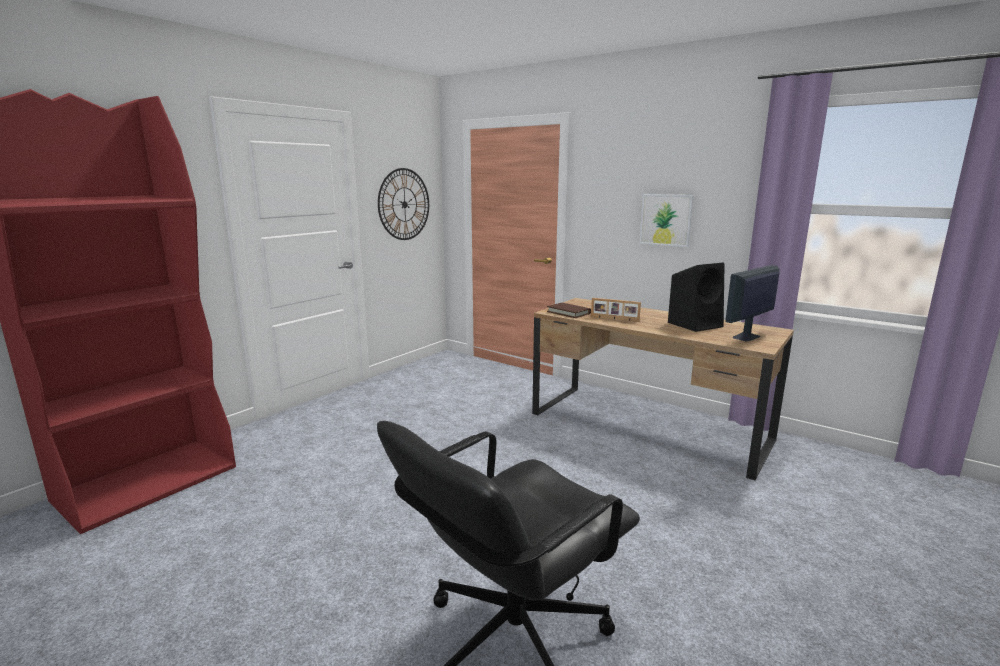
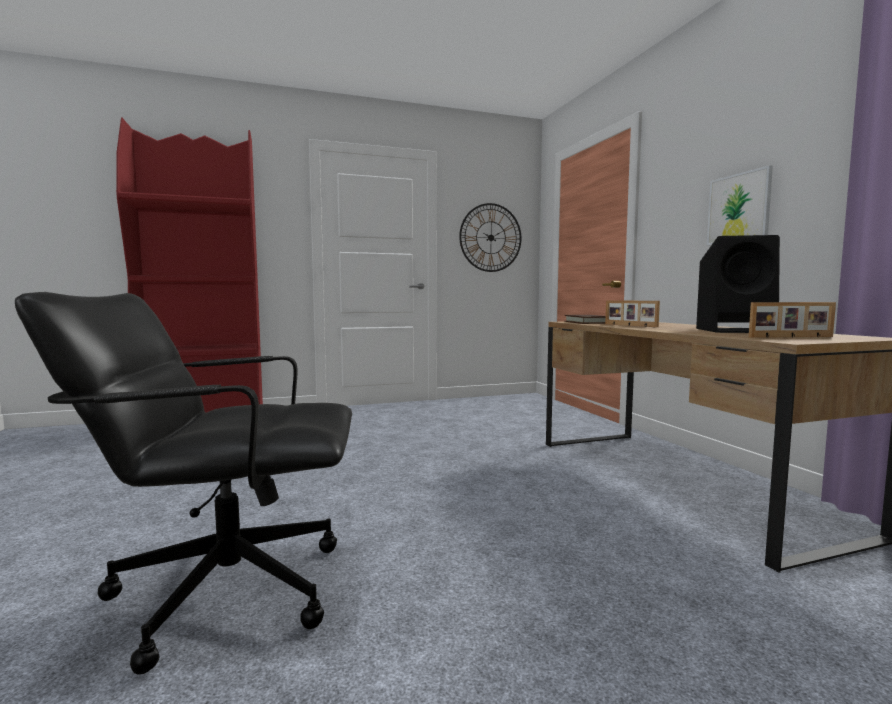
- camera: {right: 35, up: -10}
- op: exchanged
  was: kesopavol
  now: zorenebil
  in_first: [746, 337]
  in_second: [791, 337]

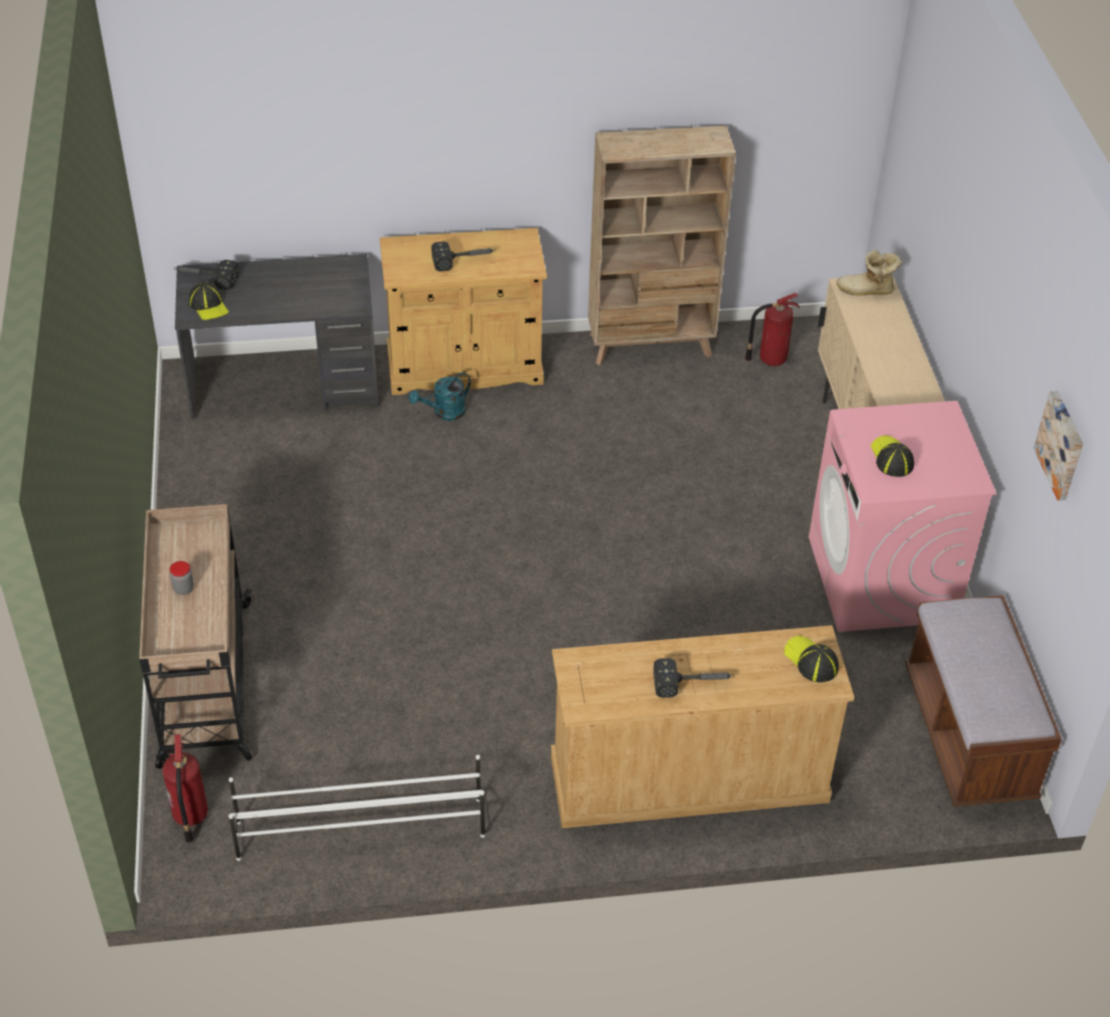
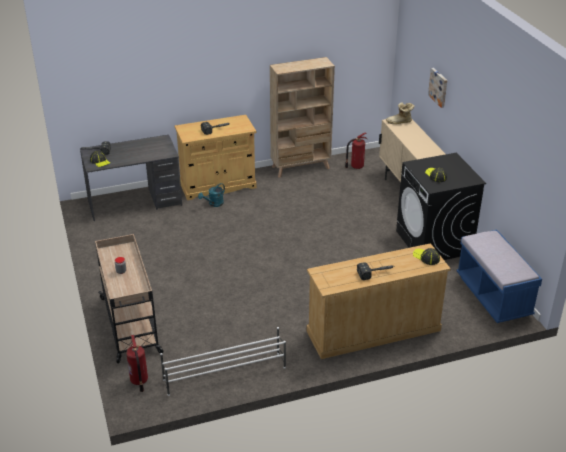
- camera: {right: -10, up: -10}
- op: relocated
  was: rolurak
  in_first: [1062, 445]
  in_second: [439, 87]
- op: colour
  was: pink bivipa
  now: black bivipa
  in_first: [882, 580]
  in_second: [434, 242]
- op: colour
  was: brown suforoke
  now: blue suforoke
  in_first: [968, 736]
  in_second: [493, 296]

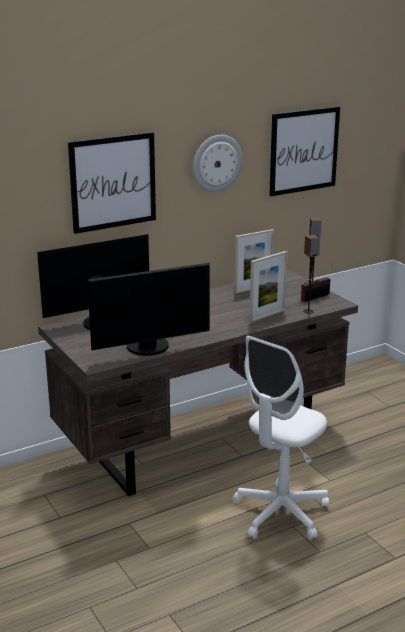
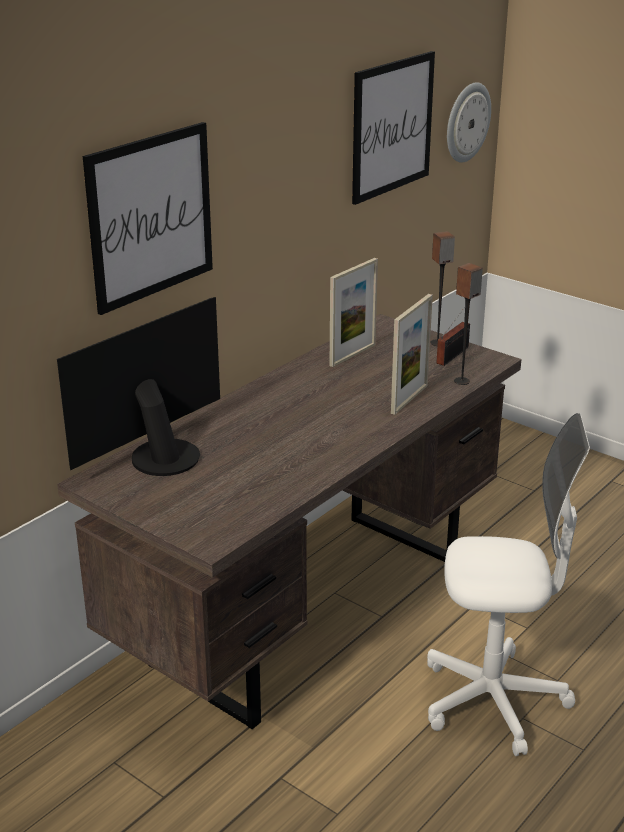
- camera: {right: -20, up: 5}
- op: missing
  was: kesopavol
  in_first: [149, 348]
- op: relocated
  was: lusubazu
  in_first: [216, 163]
  in_second: [466, 122]
- op: spun
  was: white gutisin
  in_first: [280, 513]
  in_second: [493, 701]
  clockwise: -105

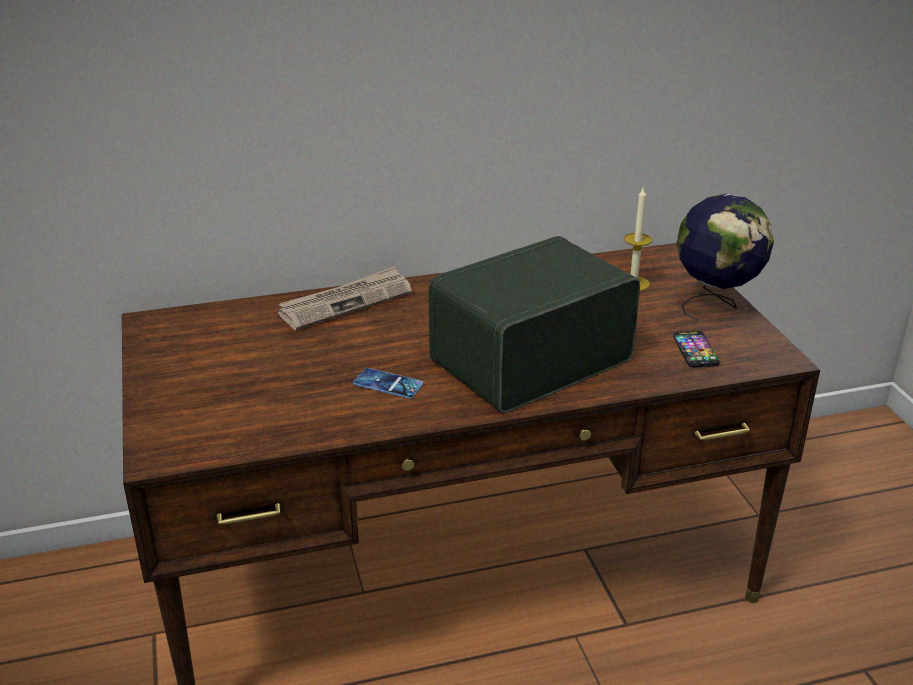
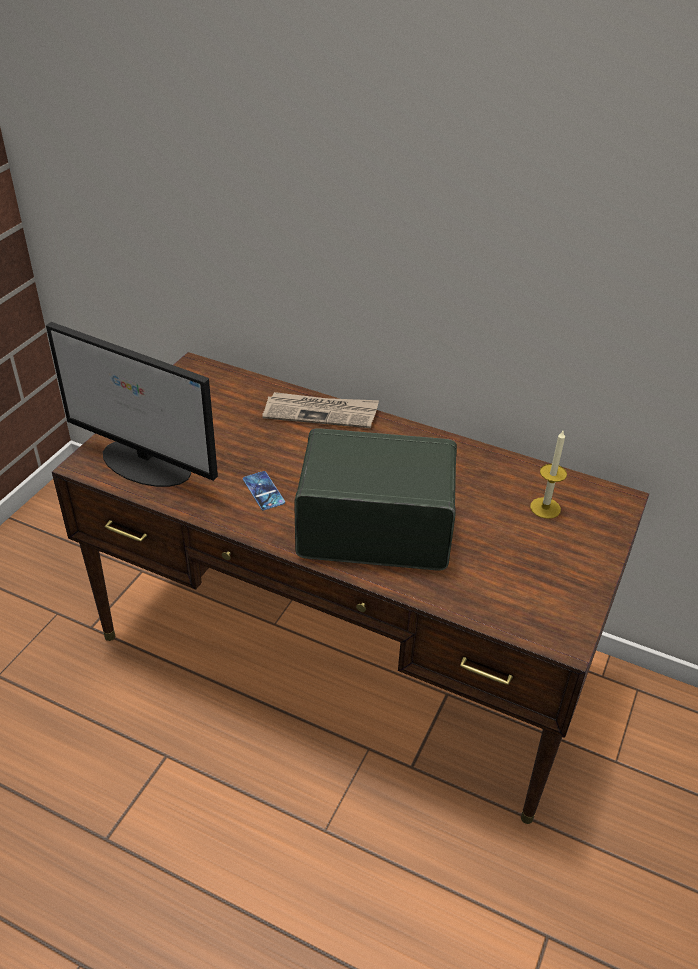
- camera: {right: 40, up: 10}
- op: missing
  was: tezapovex
  in_first: [695, 350]
- op: missing
  was: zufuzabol
  in_first: [715, 305]
- op: appeared
  now: kesopavol
  in_second: [147, 464]

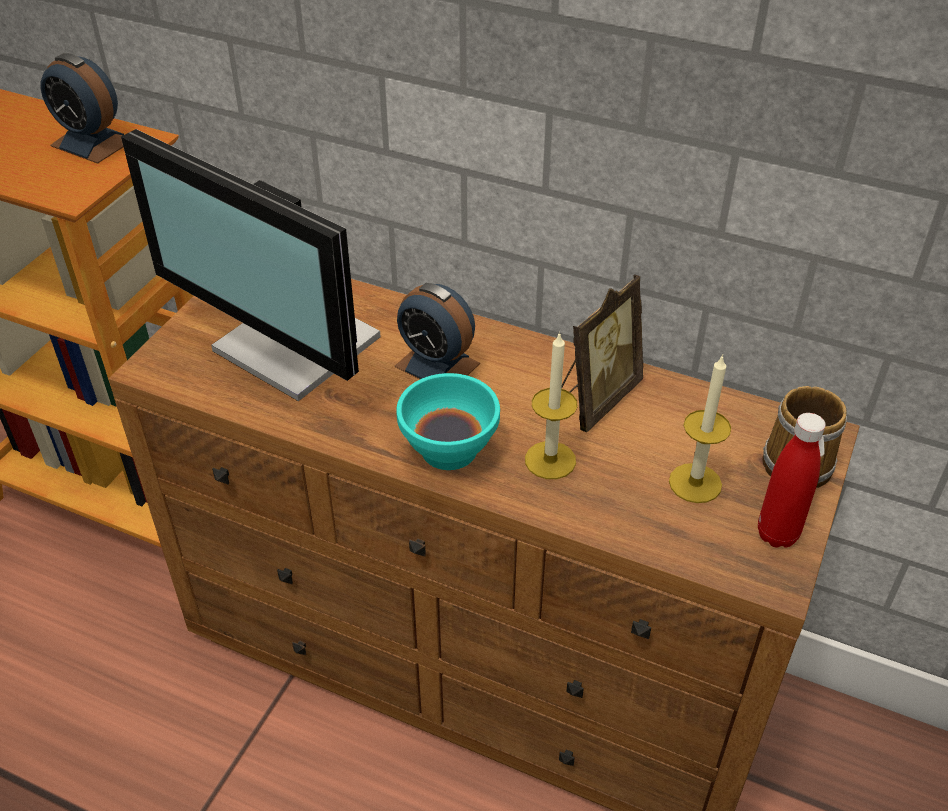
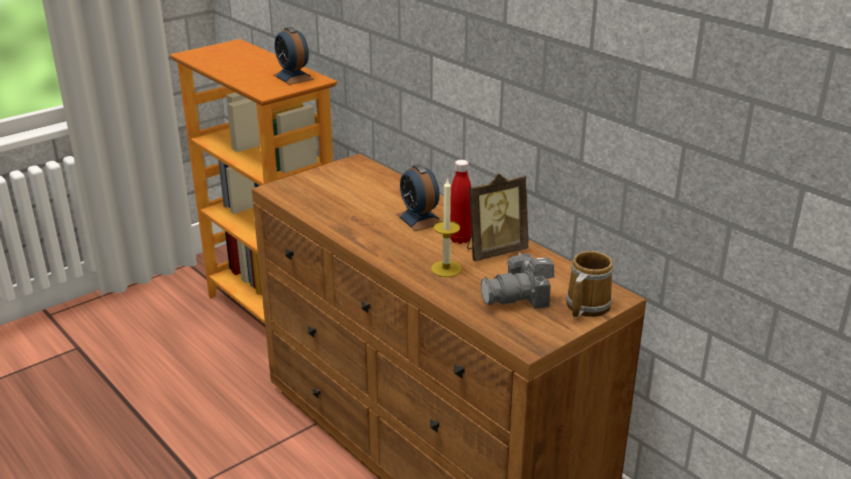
- camera: {right: 25, up: -15}
- op: missing
  was: kesopavol
  in_first: [293, 348]
- op: missing
  was: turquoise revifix
  in_first: [450, 449]
- op: relocated
  was: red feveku
  in_first: [777, 534]
  in_second: [460, 239]
- op: exchanged
  was: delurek
  now: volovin
  in_first: [695, 483]
  in_second: [519, 297]

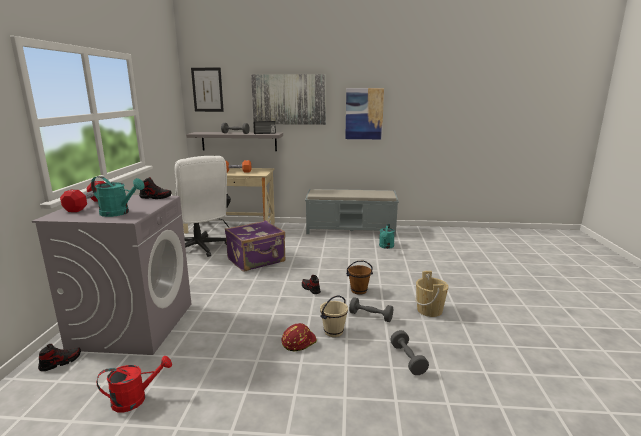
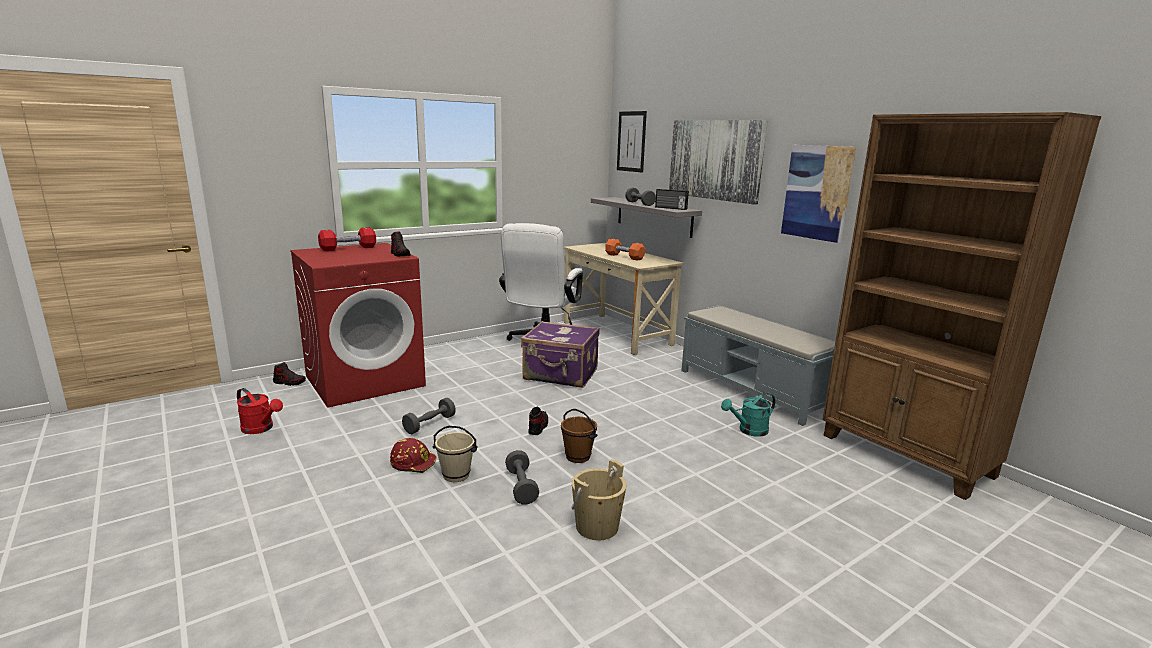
- camera: {right: 50, up: 0}
- op: missing
  was: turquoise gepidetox
  in_first: [119, 213]
- op: appeared
  now: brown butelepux
  in_second: [906, 456]
- op: relocated
  was: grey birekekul
  in_first: [408, 359]
  in_second: [429, 424]
- op: colour
  was: grey bivipa
  now: red bivipa
  in_first: [133, 325]
  in_second: [365, 380]

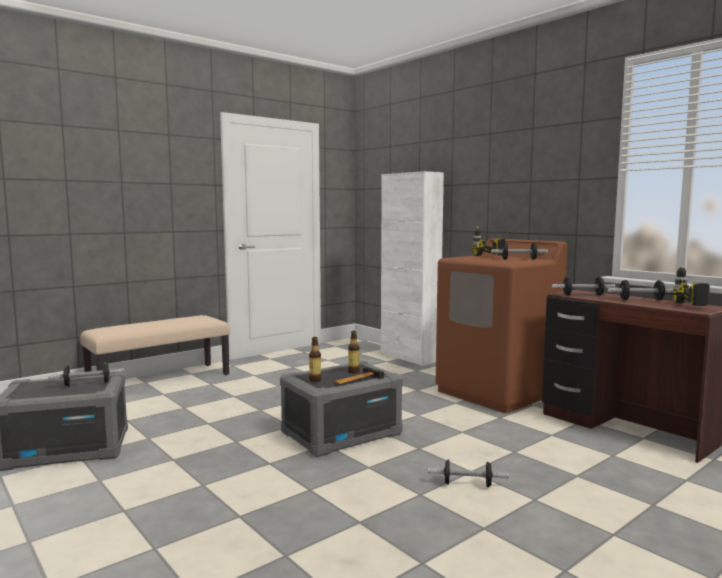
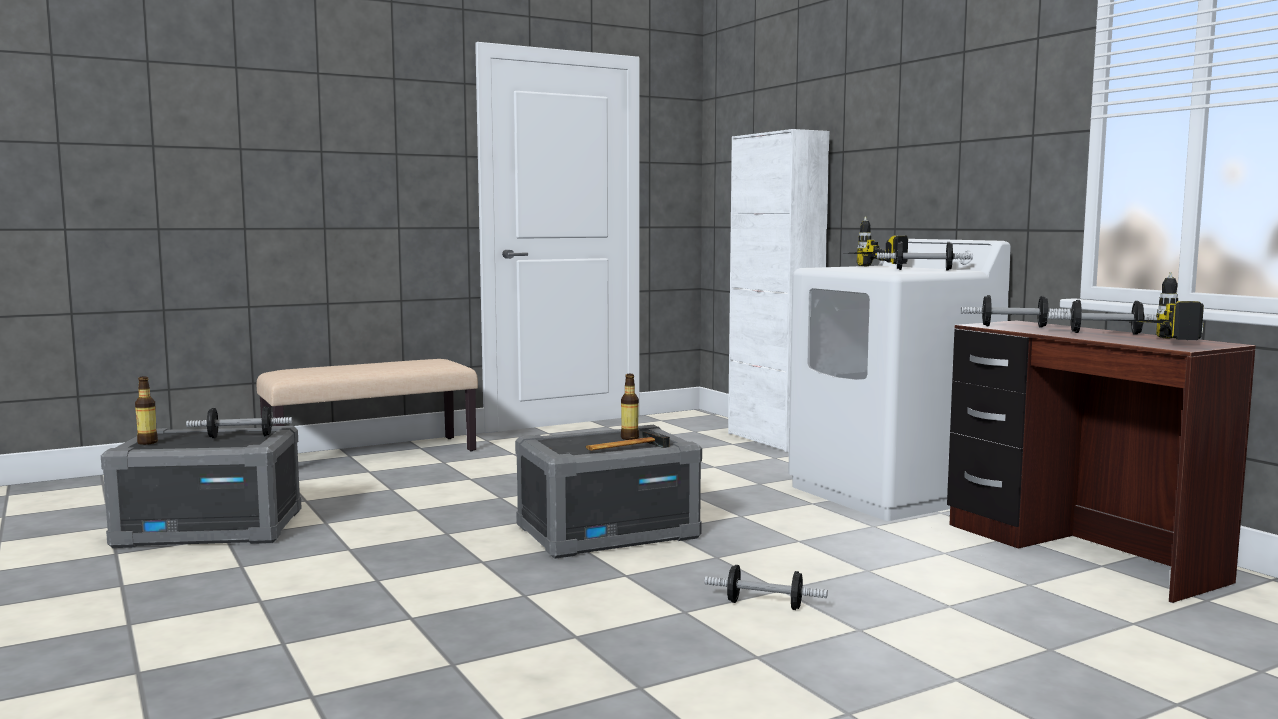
- camera: {right: 10, up: 0}
- op: relocated
  was: feveku
  in_first: [315, 380]
  in_second: [147, 442]
- op: colour
  was: brown bivipa
  now: white bivipa
  in_first: [497, 392]
  in_second: [891, 493]

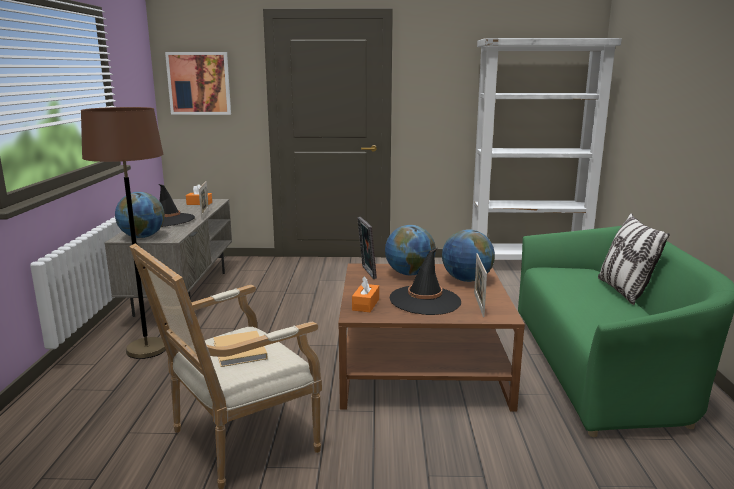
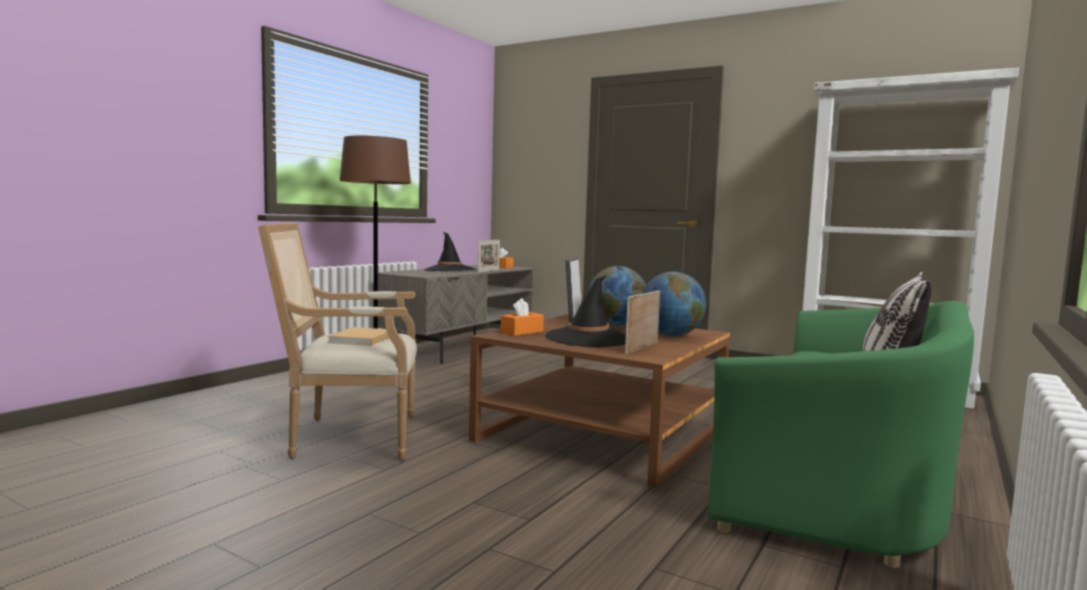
- camera: {right: 30, up: -10}
- op: missing
  was: zufuzabol
  in_first: [142, 237]
- op: missing
  was: rolurak
  in_first: [199, 83]

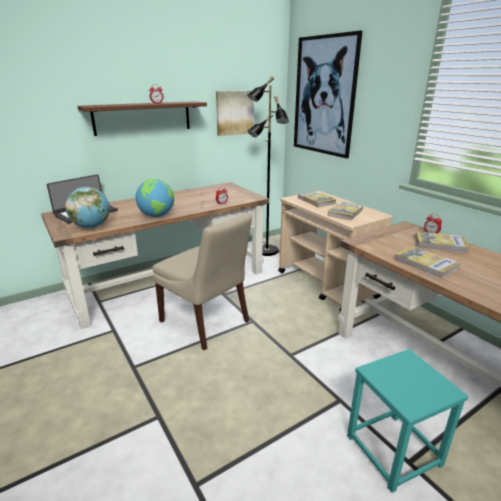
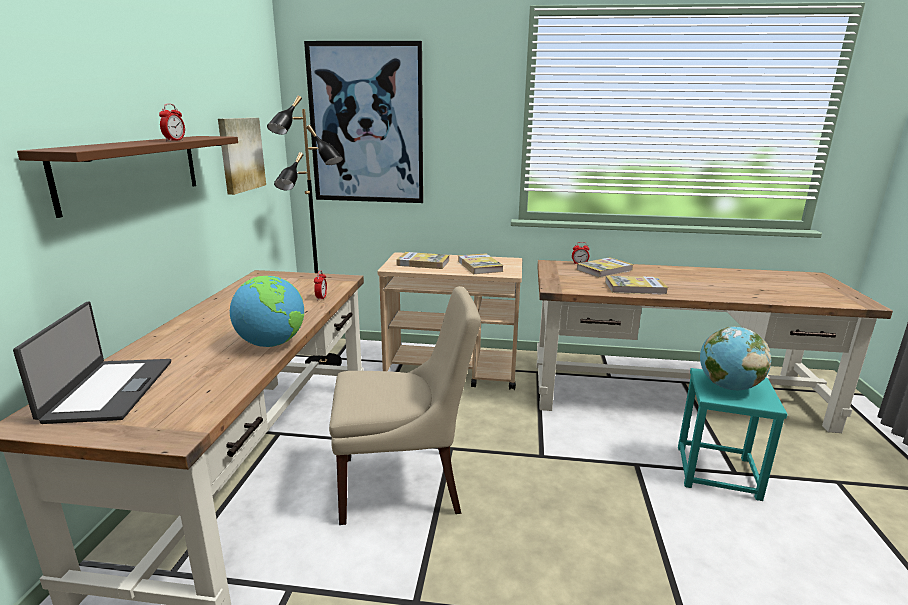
- camera: {right: -50, up: -5}
- op: relocated
  was: zufuzabol
  in_first: [91, 227]
  in_second: [728, 387]

